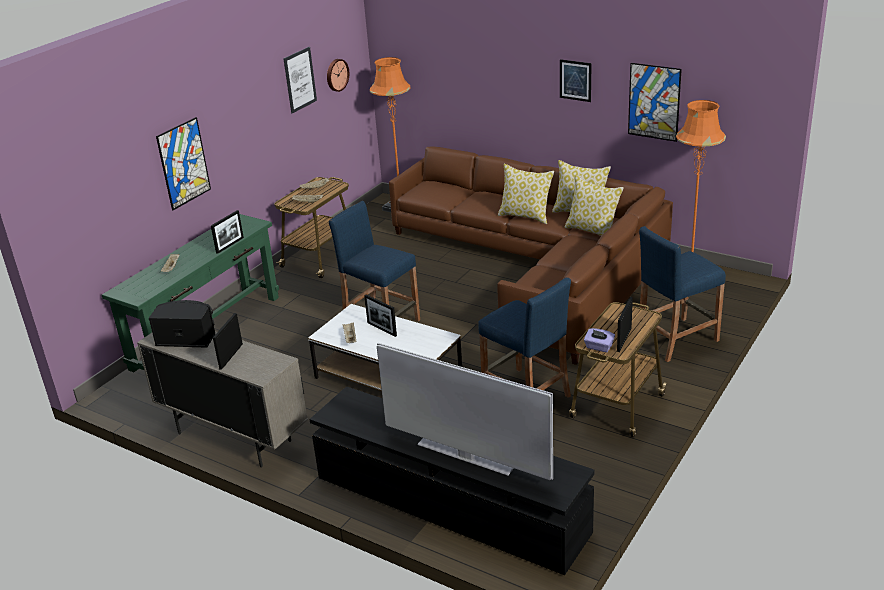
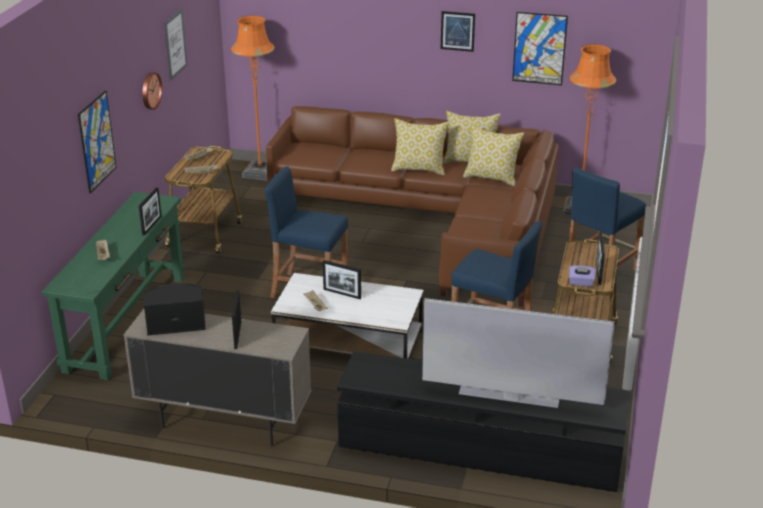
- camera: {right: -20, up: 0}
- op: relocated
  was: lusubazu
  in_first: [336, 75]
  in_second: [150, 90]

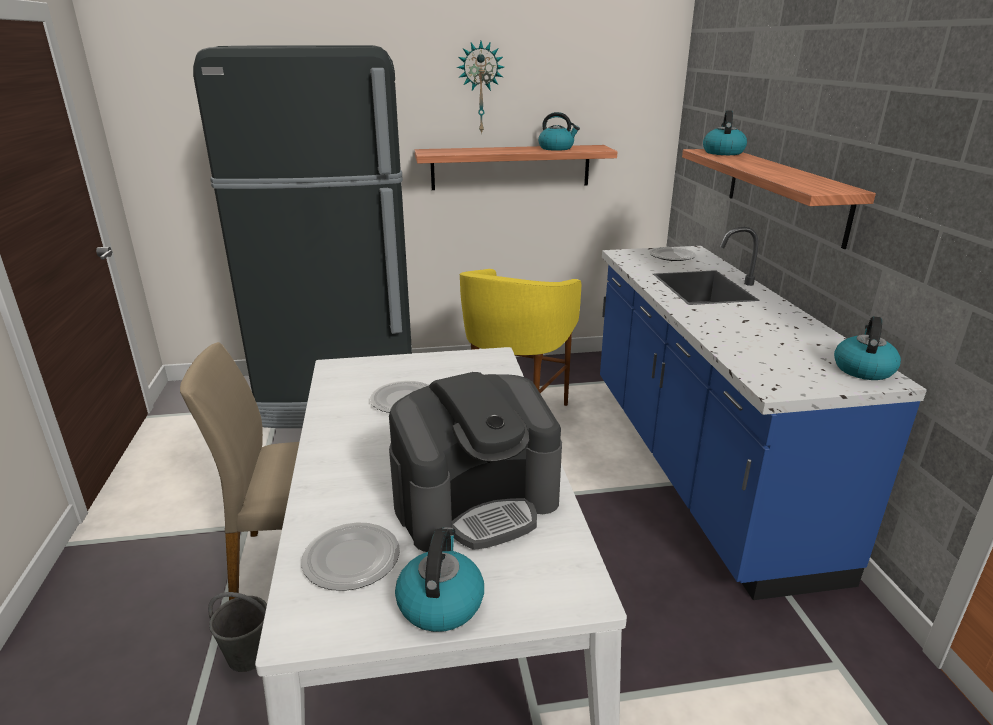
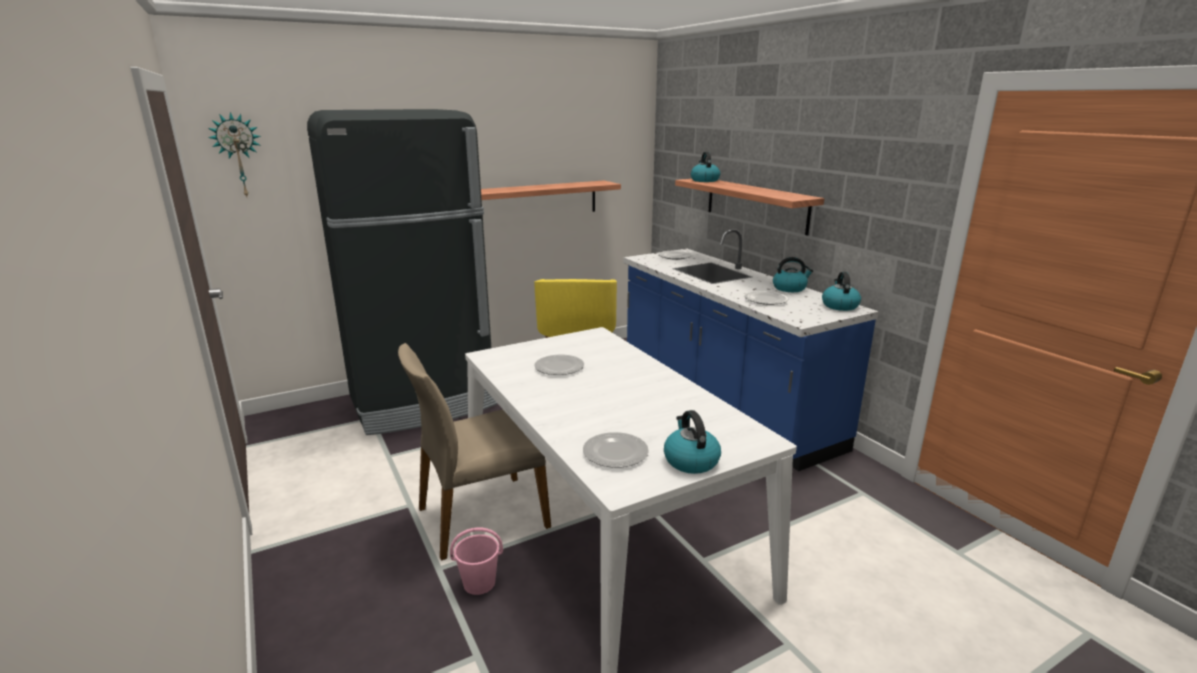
- camera: {right: -20, up: -5}
- op: missing
  was: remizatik
  in_first: [476, 502]
- op: appeared
  now: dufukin
  in_second: [766, 300]
- op: relocated
  was: lusubazu
  in_first: [480, 88]
  in_second: [238, 155]
- op: relocated
  was: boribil
  in_first: [556, 148]
  in_second: [790, 288]
- op: colour
  was: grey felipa
  now: pink felipa
  in_first: [247, 655]
  in_second: [478, 583]

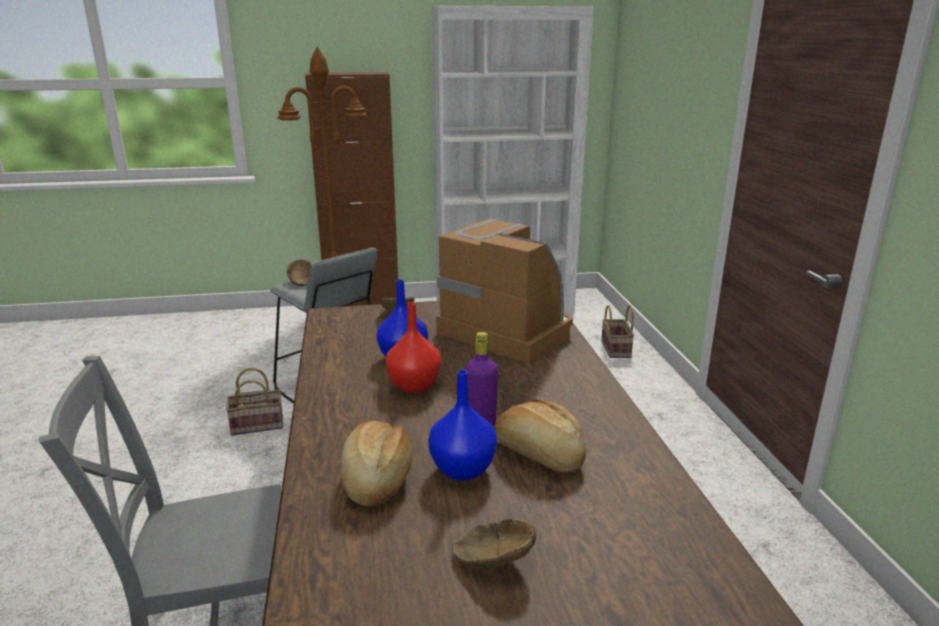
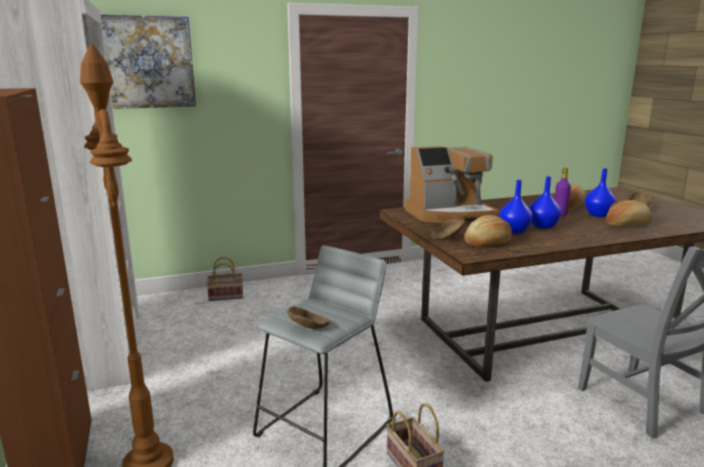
- camera: {right: -100, up: -5}
- op: appeared
  now: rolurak
  in_second: [146, 62]
- op: appeared
  now: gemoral
  in_second: [488, 243]
- op: colour
  was: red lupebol
  now: blue lupebol
  in_first: [415, 385]
  in_second: [542, 226]
- op: spun
  was: remizatik
  in_first: [507, 330]
  in_second: [450, 214]
  clockwise: -135

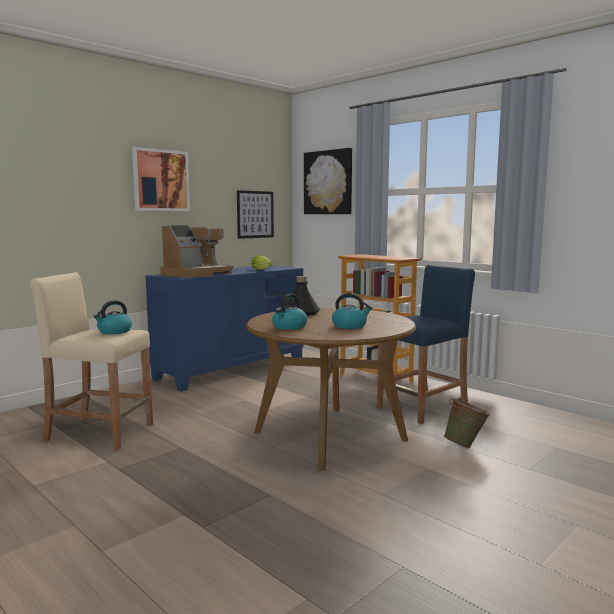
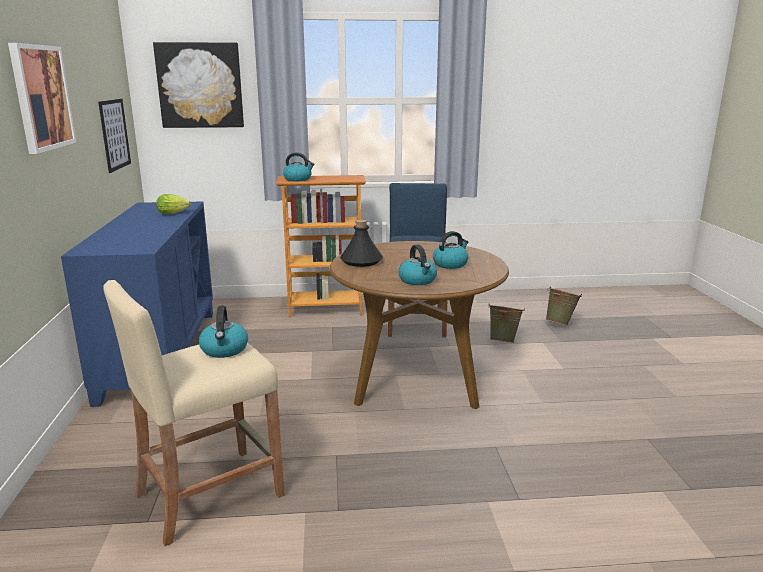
- camera: {right: -50, up: 10}
- op: missing
  was: remizatik
  in_first: [197, 274]
- op: appeared
  now: boribil
  in_second: [298, 179]
- op: appeared
  now: green felipa
  in_second: [560, 324]

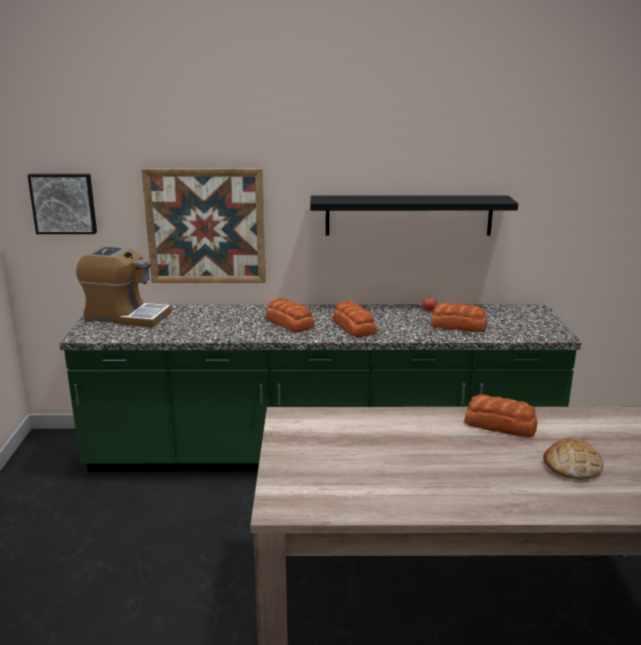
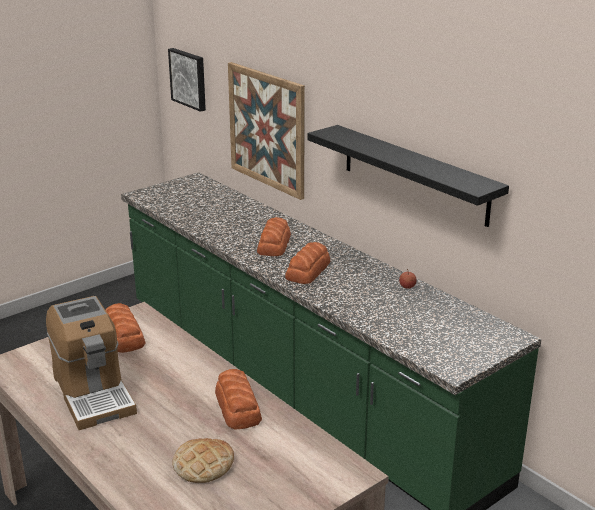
- camera: {right: 50, up: 5}
- op: relocated
  was: remizatik
  in_first: [126, 316]
  in_second: [93, 393]
- op: relocated
  was: gemoral
  in_first: [458, 326]
  in_second: [123, 336]

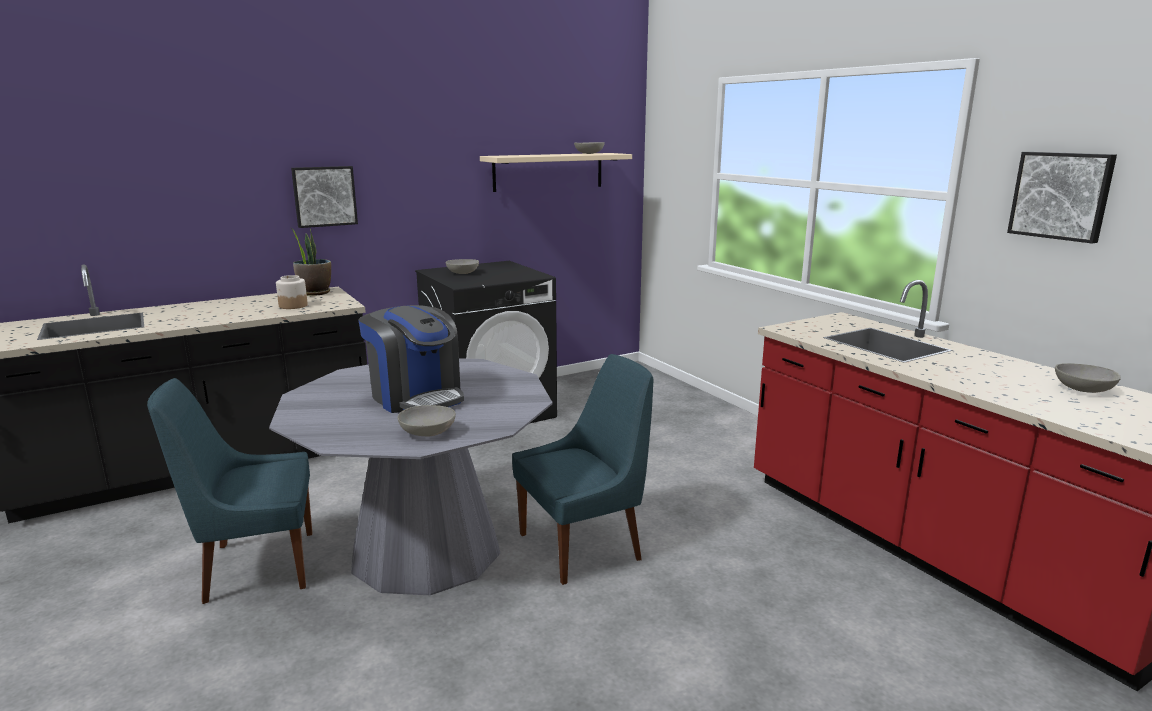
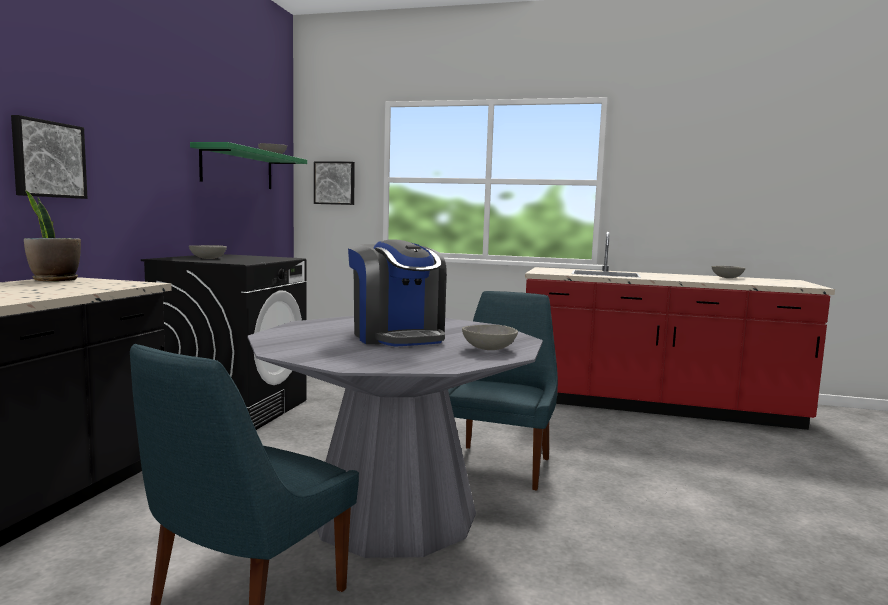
- camera: {right: -45, up: -10}
- op: missing
  was: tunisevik
  in_first: [293, 306]
- op: relocated
  was: rolurak
  in_first: [1061, 195]
  in_second: [335, 183]
- op: colour
  was: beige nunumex
  now: green nunumex
  in_first: [548, 171]
  in_second: [238, 168]
- op: spun
  was: remizatik
  in_first: [416, 397]
  in_second: [397, 337]
  clockwise: 60

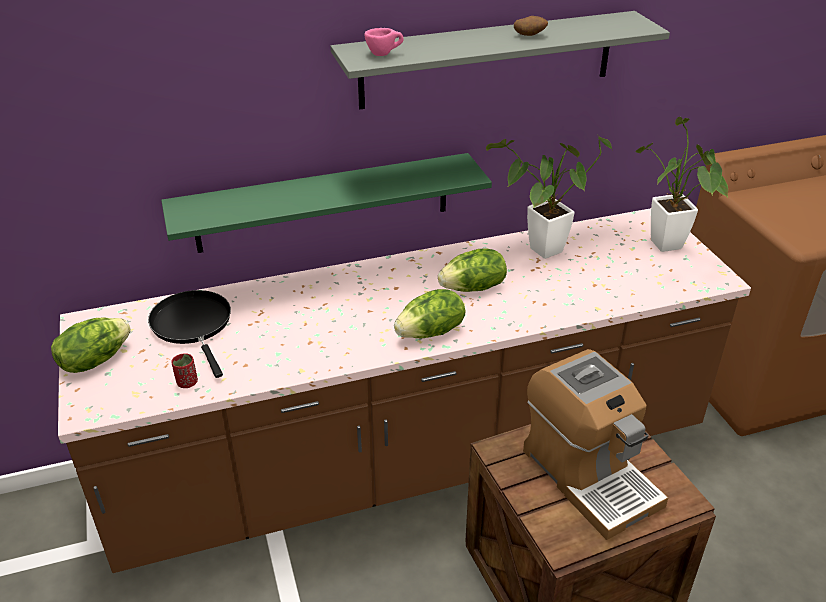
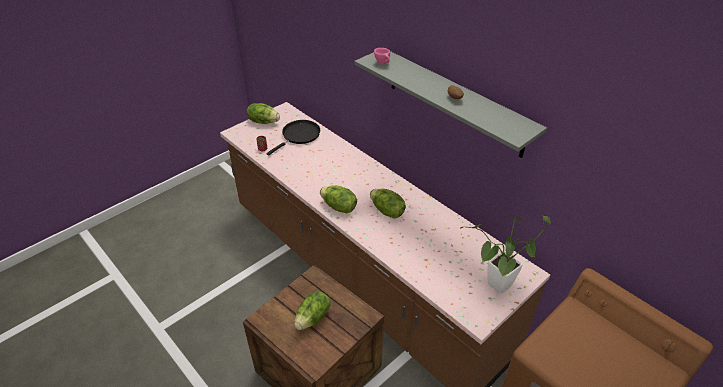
- camera: {right: 65, up: 5}
- op: missing
  was: green nunumex
  in_first: [323, 203]
- op: missing
  was: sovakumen
  in_first: [539, 252]
- op: exchanged
  was: remizatik
  now: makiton
  in_first: [589, 476]
  in_second: [313, 318]

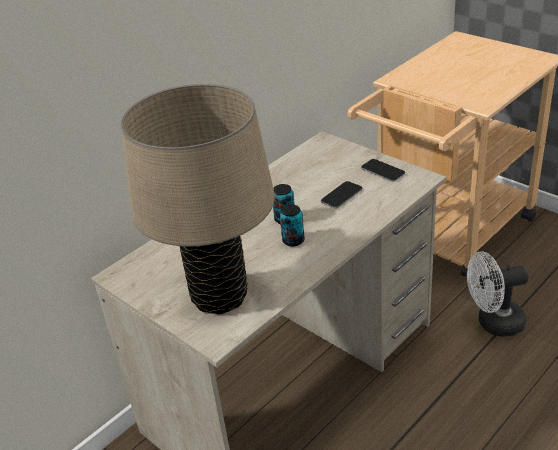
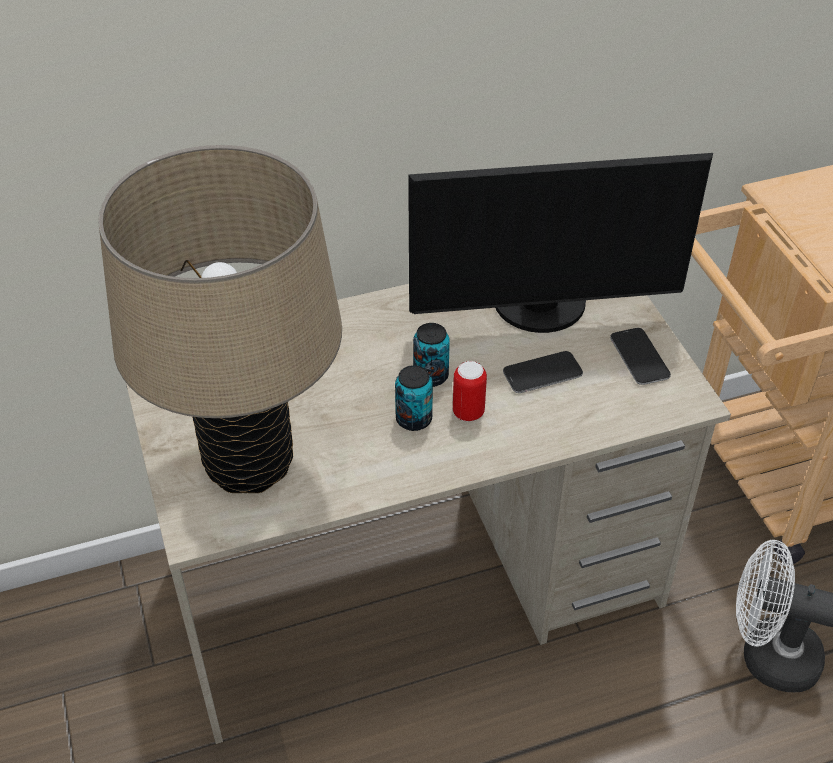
- camera: {right: 25, up: 10}
- op: appeared
  now: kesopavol
  in_second: [542, 308]
- op: appeared
  now: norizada
  in_second: [468, 412]

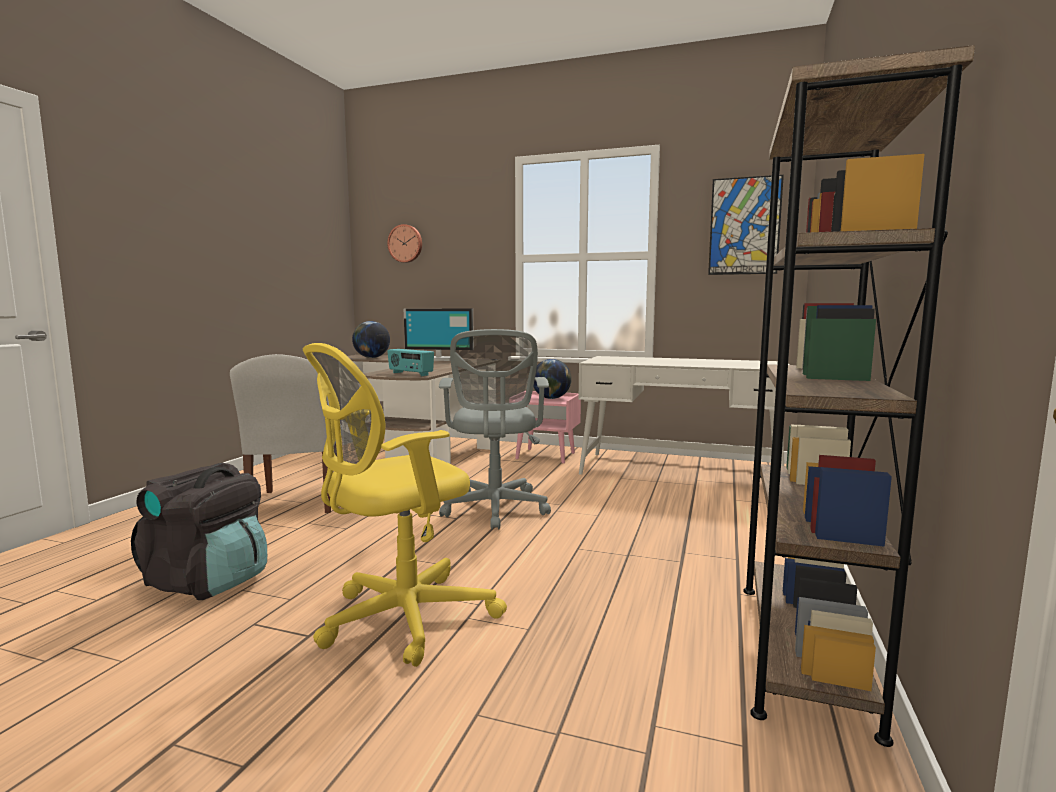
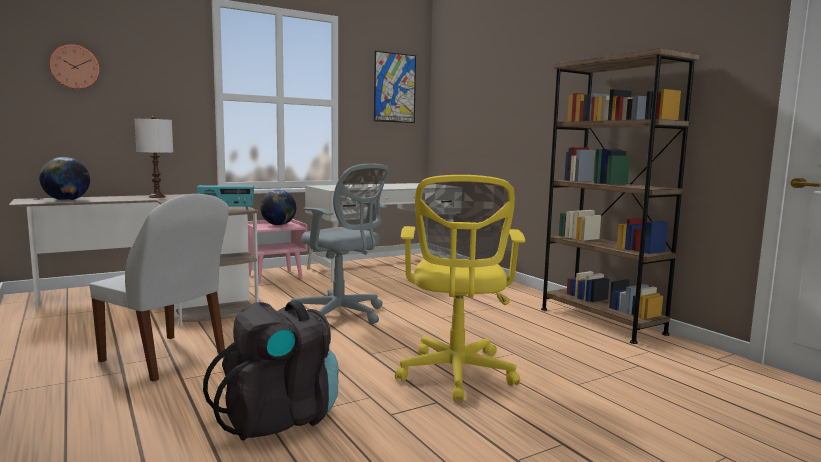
- camera: {right: -50, up: 0}
- op: exchanged
  was: kesopavol
  now: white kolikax
  in_first: [439, 359]
  in_second: [157, 197]

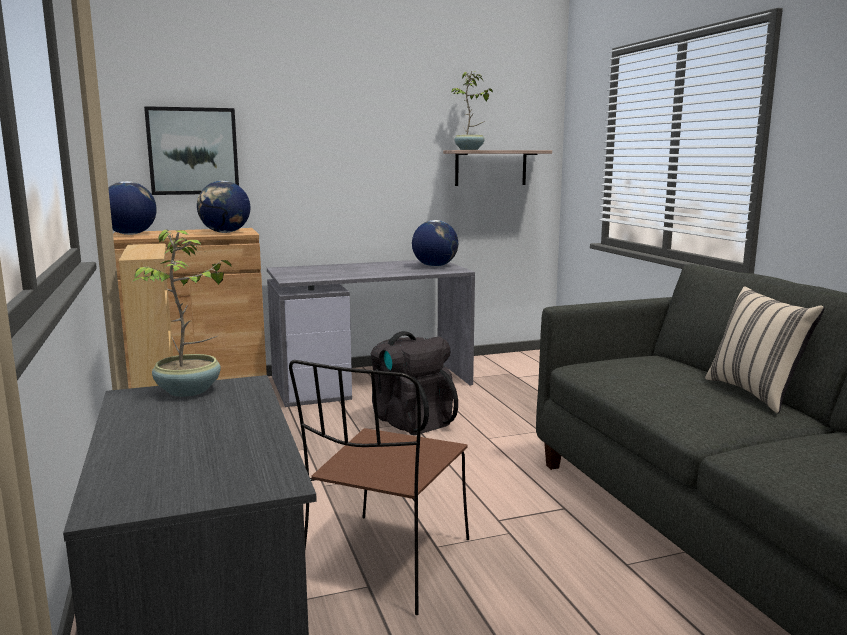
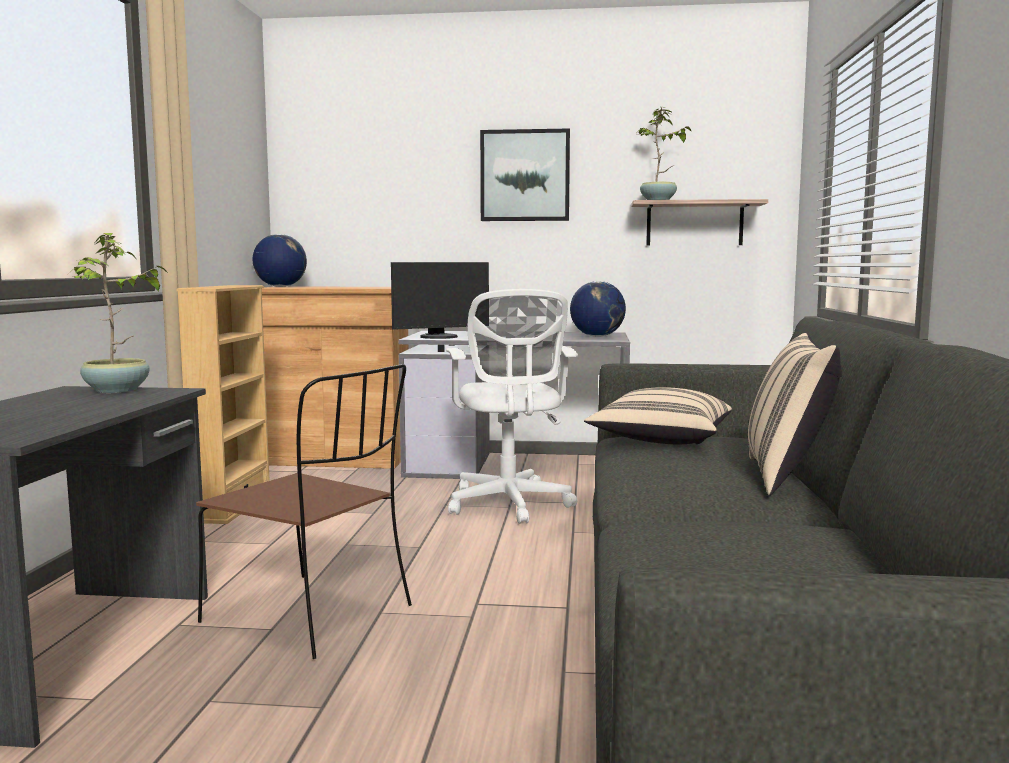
- camera: {right: 25, up: -5}
- op: missing
  was: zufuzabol
  in_first: [225, 232]
- op: appeared
  now: kesopavol
  in_second: [440, 337]
- op: appeared
  now: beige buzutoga
  in_second: [660, 440]
- op: relocated
  was: rolurak
  in_first: [193, 151]
  in_second: [525, 175]
- op: exchanged
  was: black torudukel
  now: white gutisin
  in_first: [410, 421]
  in_second: [509, 505]
- op: spun
  was: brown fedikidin
  in_first: [385, 564]
  in_second: [312, 615]
  clockwise: -105

